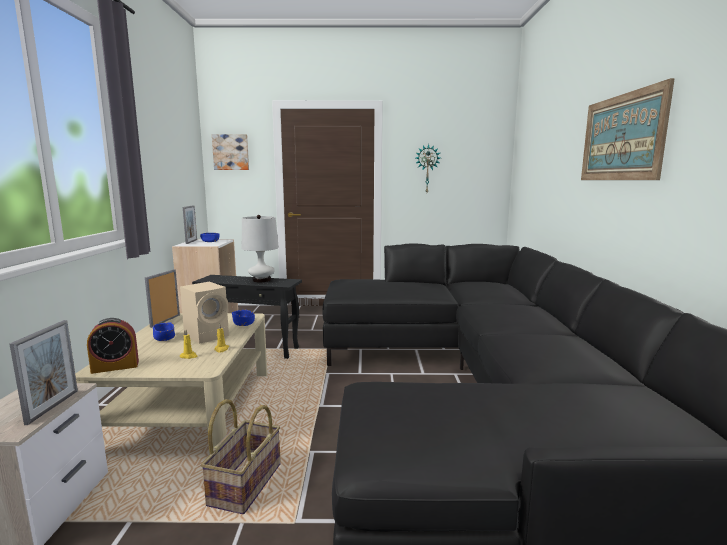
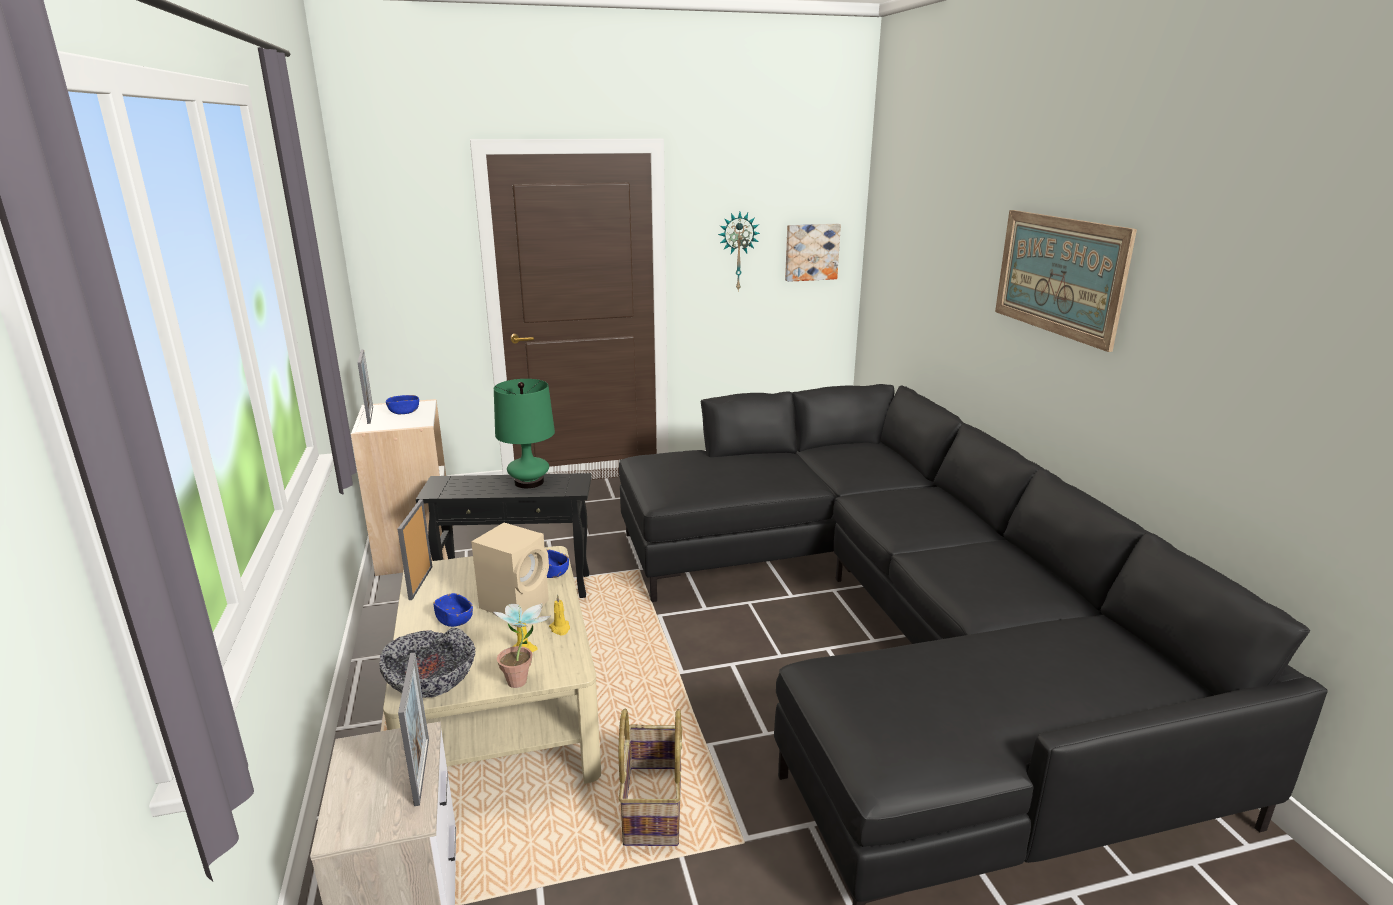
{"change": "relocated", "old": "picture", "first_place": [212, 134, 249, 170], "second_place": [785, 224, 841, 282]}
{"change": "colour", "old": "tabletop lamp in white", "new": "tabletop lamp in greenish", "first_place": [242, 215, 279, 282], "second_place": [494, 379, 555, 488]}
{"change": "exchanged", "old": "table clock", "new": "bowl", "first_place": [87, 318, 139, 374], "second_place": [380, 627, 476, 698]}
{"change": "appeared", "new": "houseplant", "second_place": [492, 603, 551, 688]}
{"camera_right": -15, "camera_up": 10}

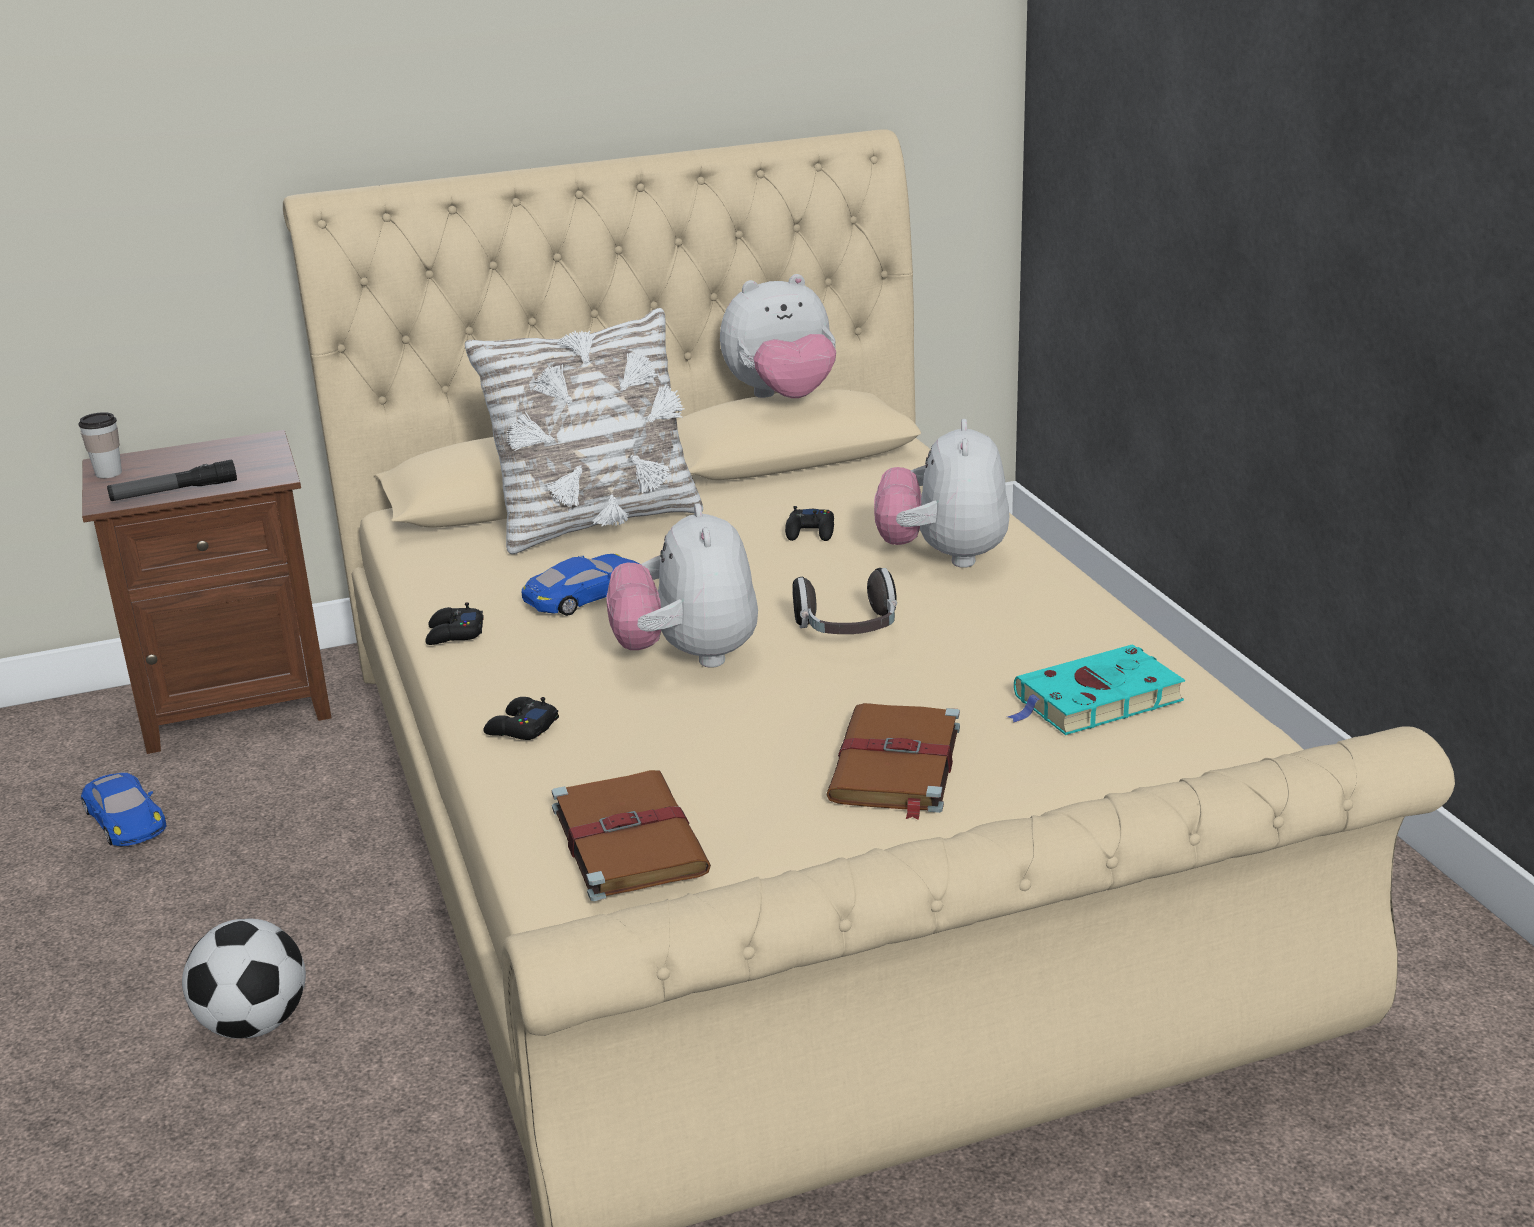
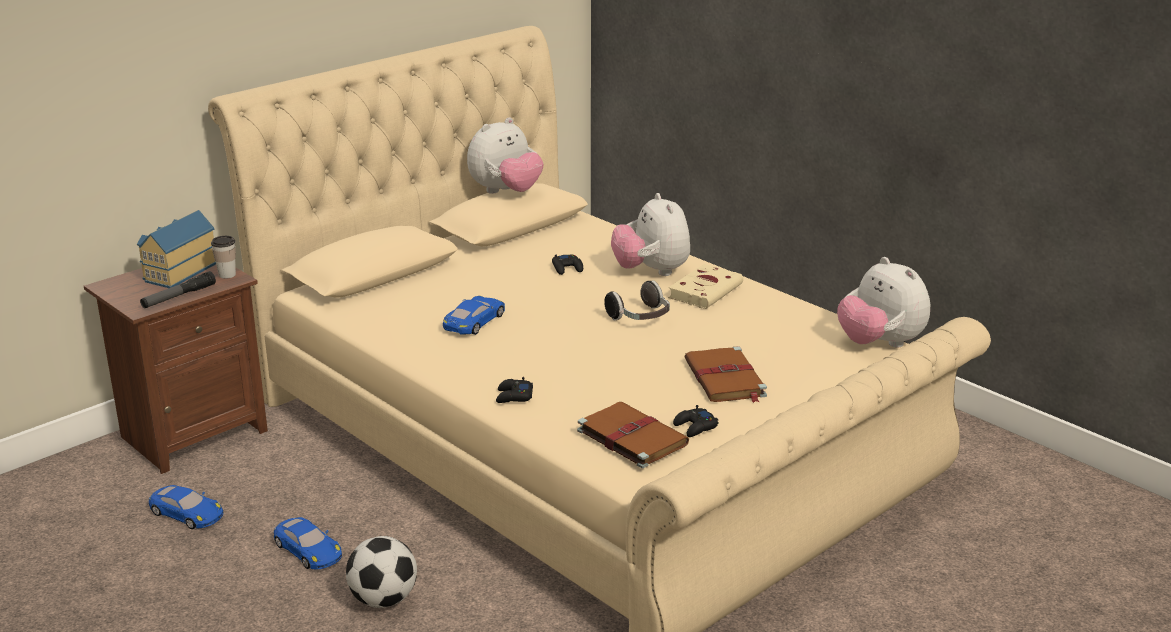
{"change": "missing", "old": "throw pillow in white", "first_place": [465, 308, 703, 554]}
{"change": "relocated", "old": "cup", "first_place": [78, 412, 122, 478], "second_place": [211, 236, 236, 279]}
{"change": "relocated", "old": "plush toy", "first_place": [606, 503, 758, 668], "second_place": [837, 257, 930, 348]}
{"change": "relocated", "old": "game controller in black-coloured", "first_place": [426, 602, 484, 645], "second_place": [673, 405, 718, 437]}
{"change": "missing", "old": "bound book in turquoise-coloured", "first_place": [1008, 644, 1185, 735]}
{"change": "appeared", "new": "toy house", "second_place": [137, 210, 216, 288]}
{"change": "appeared", "new": "bound book in beige", "second_place": [668, 264, 743, 309]}
{"change": "appeared", "new": "miniature car in blue-coloured", "second_place": [274, 517, 342, 570]}
{"camera_right": -25, "camera_up": 0}

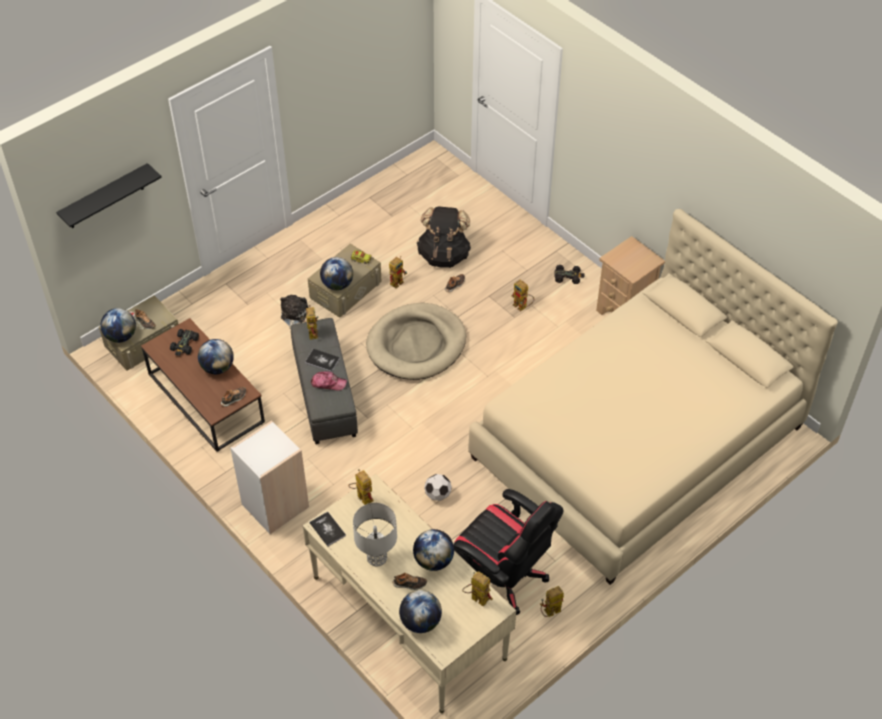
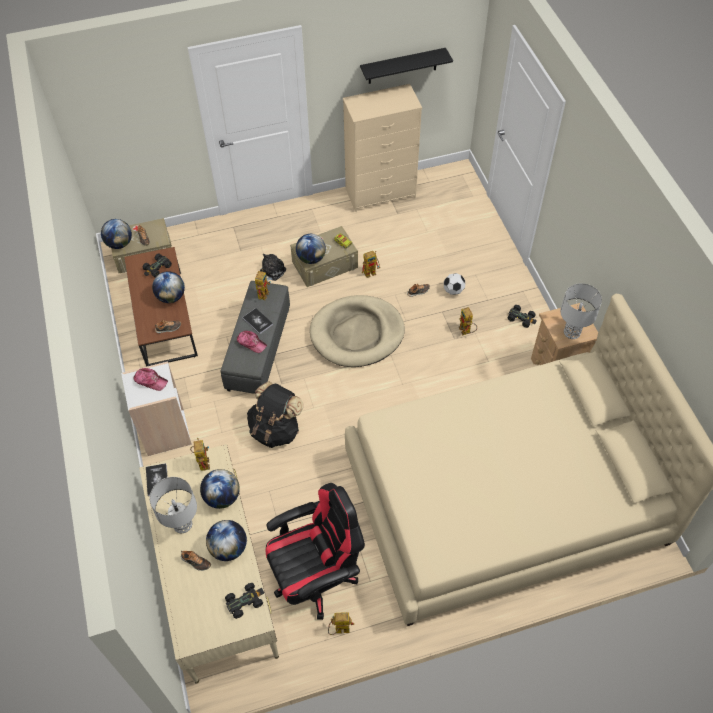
{"change": "relocated", "old": "wall shelf in black-coloured", "first_place": [56, 163, 162, 228], "second_place": [360, 48, 453, 84]}
{"change": "relocated", "old": "rucksack in black-coloured", "first_place": [417, 206, 471, 268], "second_place": [247, 381, 303, 448]}
{"change": "relocated", "old": "football ball", "first_place": [424, 474, 452, 501], "second_place": [444, 273, 465, 295]}
{"change": "spun", "old": "desk chair in black-coloured", "first_place": [454, 489, 564, 615], "second_place": [266, 483, 365, 620], "degrees": -90}
{"change": "exchanged", "old": "robot figure", "new": "miniature car in black-coloured", "first_place": [462, 571, 493, 607], "second_place": [225, 583, 264, 619]}
{"change": "relocated", "old": "globe", "first_place": [399, 590, 442, 633], "second_place": [200, 469, 240, 509]}
{"change": "appeared", "new": "drawer chest in beige", "second_place": [343, 84, 422, 212]}
{"change": "appeared", "new": "tabletop lamp in white", "second_place": [560, 283, 602, 339]}
{"change": "appeared", "new": "baseball cap", "second_place": [134, 368, 168, 391]}
{"camera_right": 25, "camera_up": 5}

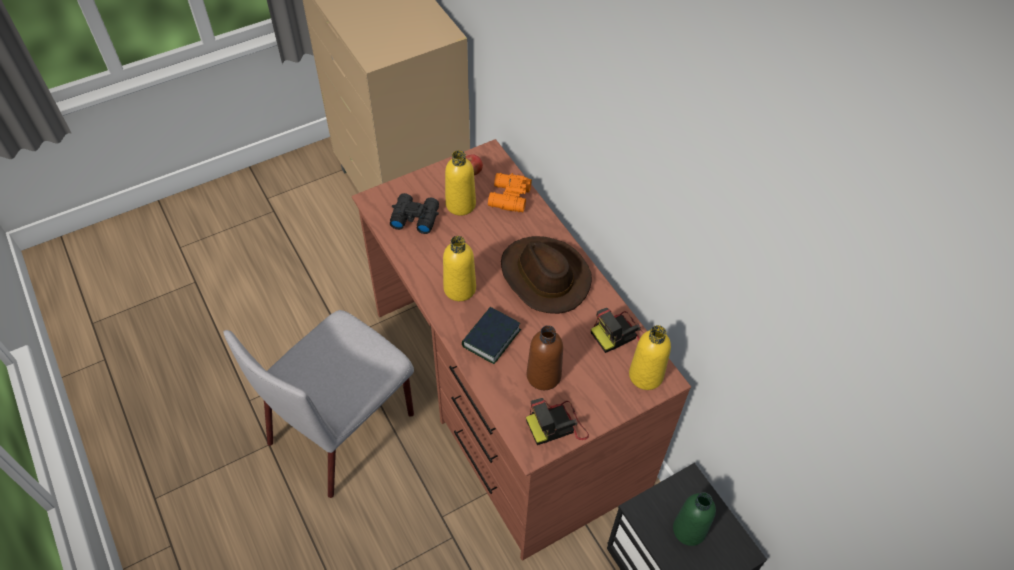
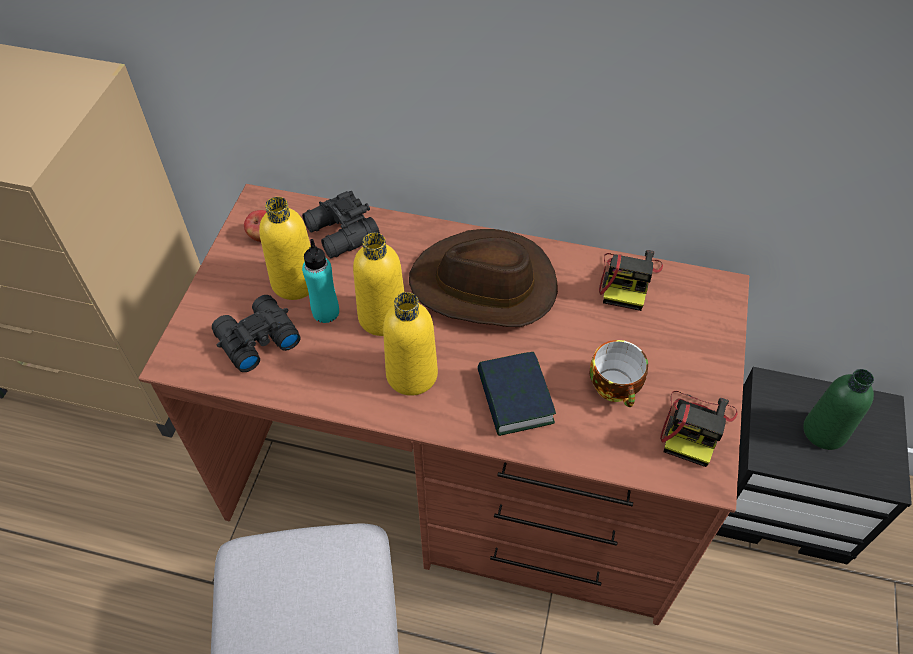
{"change": "colour", "old": "pair of binoculars in orange-coloured", "new": "pair of binoculars in black-coloured", "first_place": [488, 173, 532, 212], "second_place": [302, 191, 380, 258]}
{"change": "exchanged", "old": "bottle in brown", "new": "cup", "first_place": [527, 325, 563, 390], "second_place": [590, 340, 648, 407]}
{"change": "relocated", "old": "bottle in yellowish", "first_place": [629, 325, 671, 390], "second_place": [353, 233, 404, 336]}
{"change": "appeared", "new": "bottle in turquoise-coloured", "second_place": [302, 239, 339, 323]}
{"camera_right": -45, "camera_up": 0}

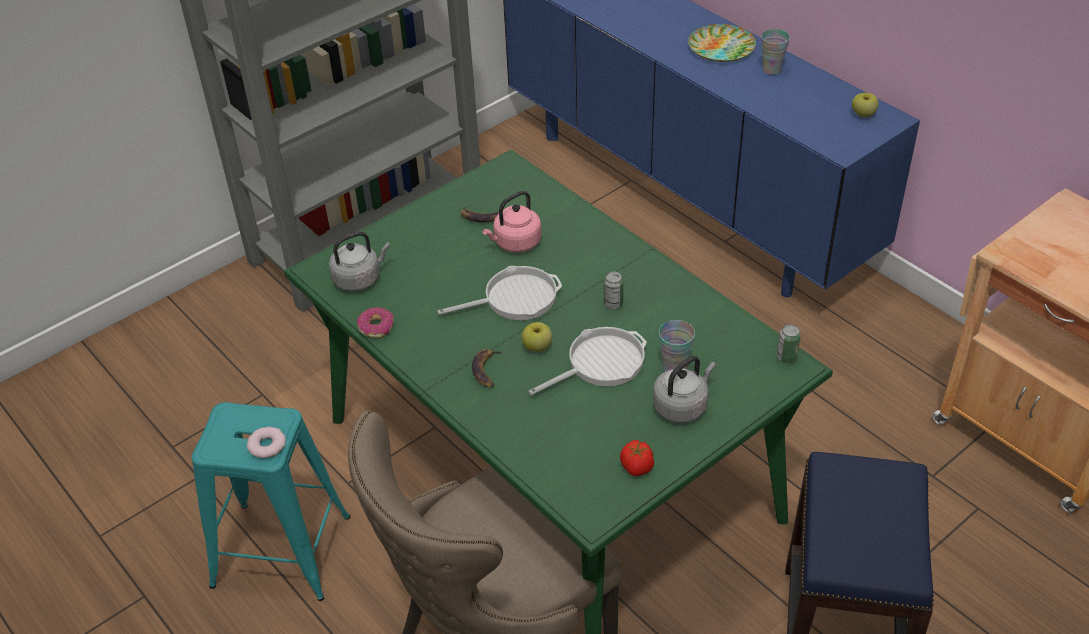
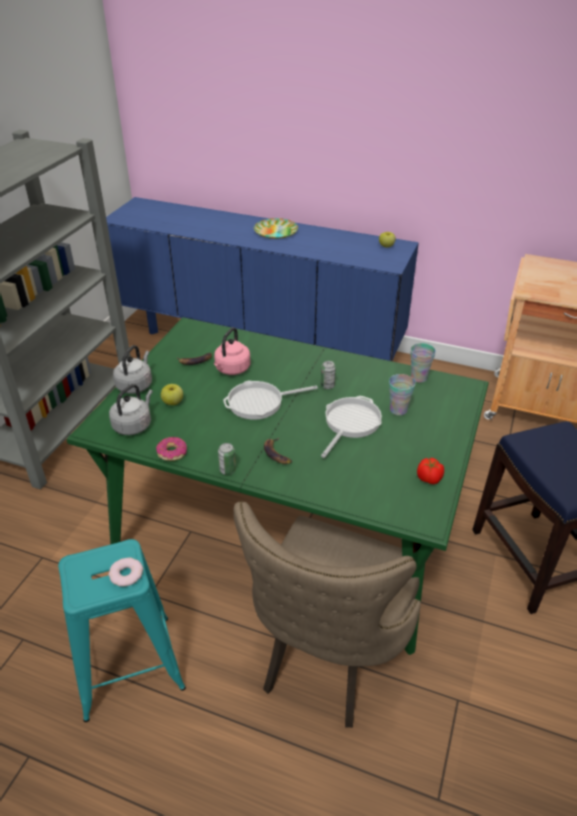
{"change": "relocated", "old": "cup", "first_place": [761, 29, 790, 75], "second_place": [411, 343, 436, 383]}
{"change": "spun", "old": "pan", "first_place": [437, 266, 562, 320], "second_place": [223, 381, 318, 420], "degrees": -150}
{"change": "relocated", "old": "apple", "first_place": [521, 322, 552, 352], "second_place": [161, 384, 183, 405]}
{"change": "relocated", "old": "metal can", "first_place": [777, 324, 801, 363], "second_place": [218, 443, 236, 475]}
{"change": "relocated", "old": "tea kettle in grey", "first_place": [653, 356, 716, 423], "second_place": [113, 345, 152, 394]}
{"camera_right": -30, "camera_up": -5}

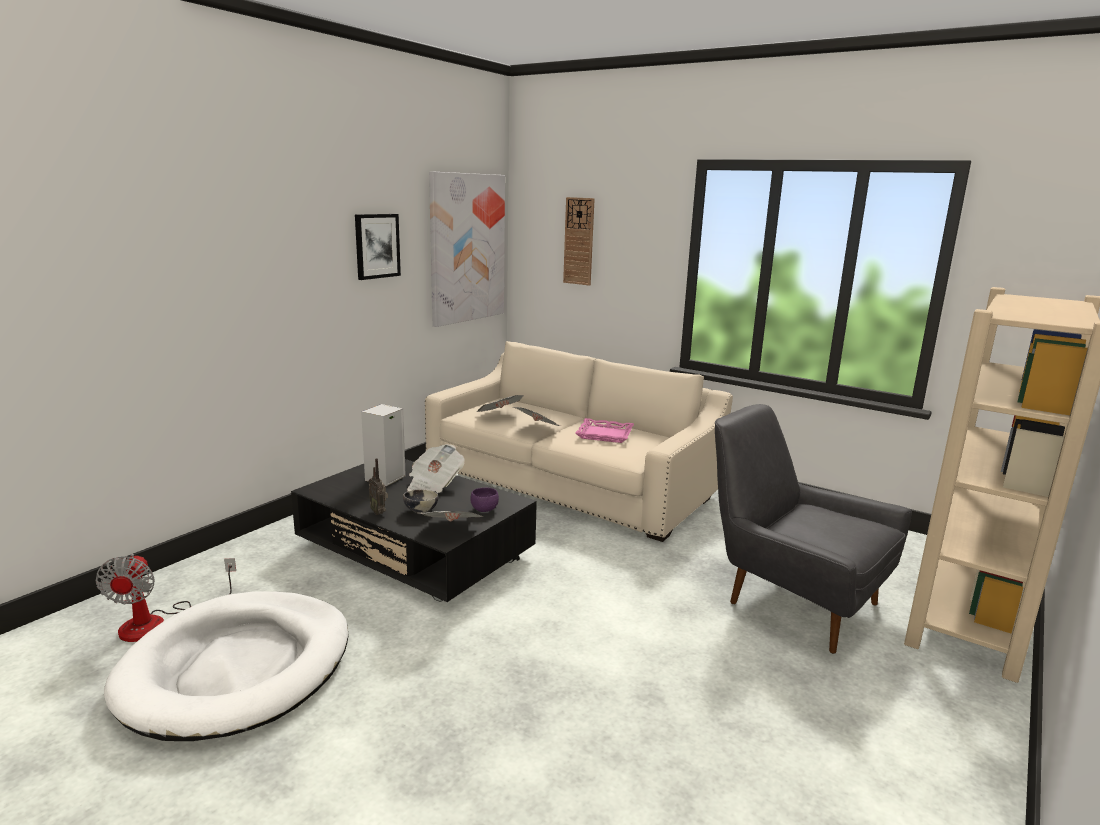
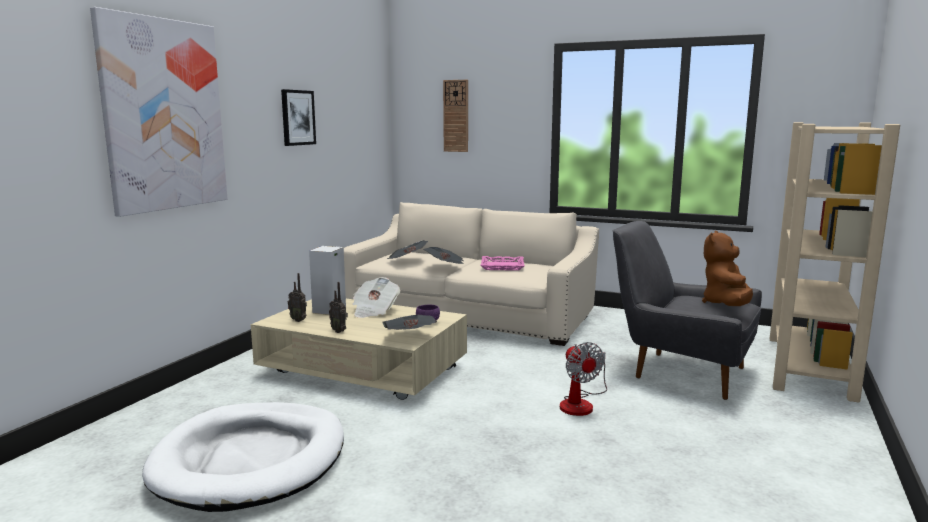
{"change": "relocated", "old": "picture", "first_place": [429, 171, 505, 327], "second_place": [90, 7, 228, 217]}
{"change": "colour", "old": "lounge table in black-coloured", "new": "lounge table in beige", "first_place": [291, 459, 537, 602], "second_place": [251, 299, 467, 400]}
{"change": "missing", "old": "bowl", "first_place": [403, 490, 438, 513]}
{"change": "relocated", "old": "electric fan", "first_place": [95, 554, 236, 642], "second_place": [560, 342, 607, 416]}
{"change": "appeared", "new": "plush toy in brown", "second_place": [702, 231, 753, 306]}
{"change": "appeared", "new": "radio receiver", "second_place": [287, 273, 307, 322]}
{"camera_right": -10, "camera_up": -5}

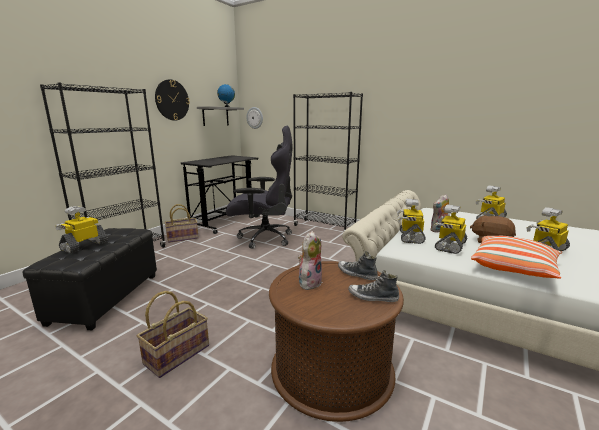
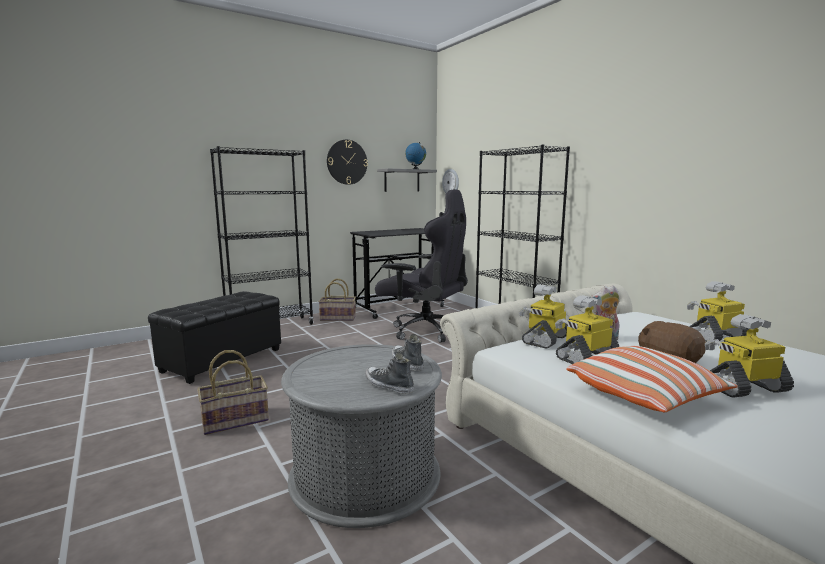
{"change": "missing", "old": "robot figure", "first_place": [55, 206, 108, 254]}
{"change": "missing", "old": "plush toy", "first_place": [298, 231, 322, 290]}
{"change": "colour", "old": "lounge table in brown", "new": "lounge table in grey", "first_place": [269, 261, 404, 422], "second_place": [281, 344, 442, 528]}
{"camera_right": 25, "camera_up": -5}

